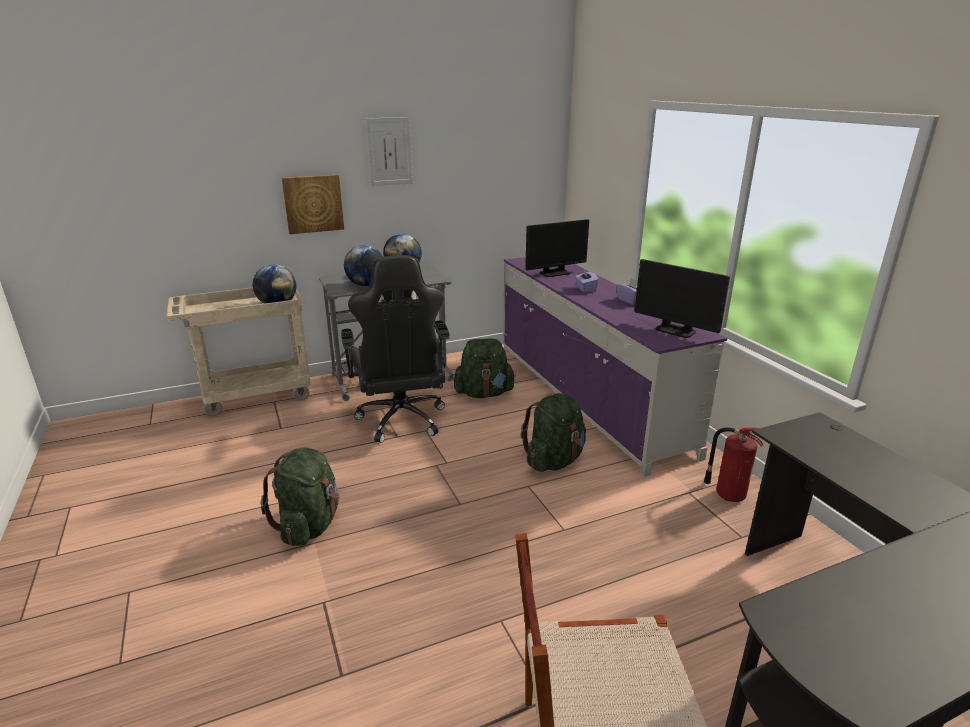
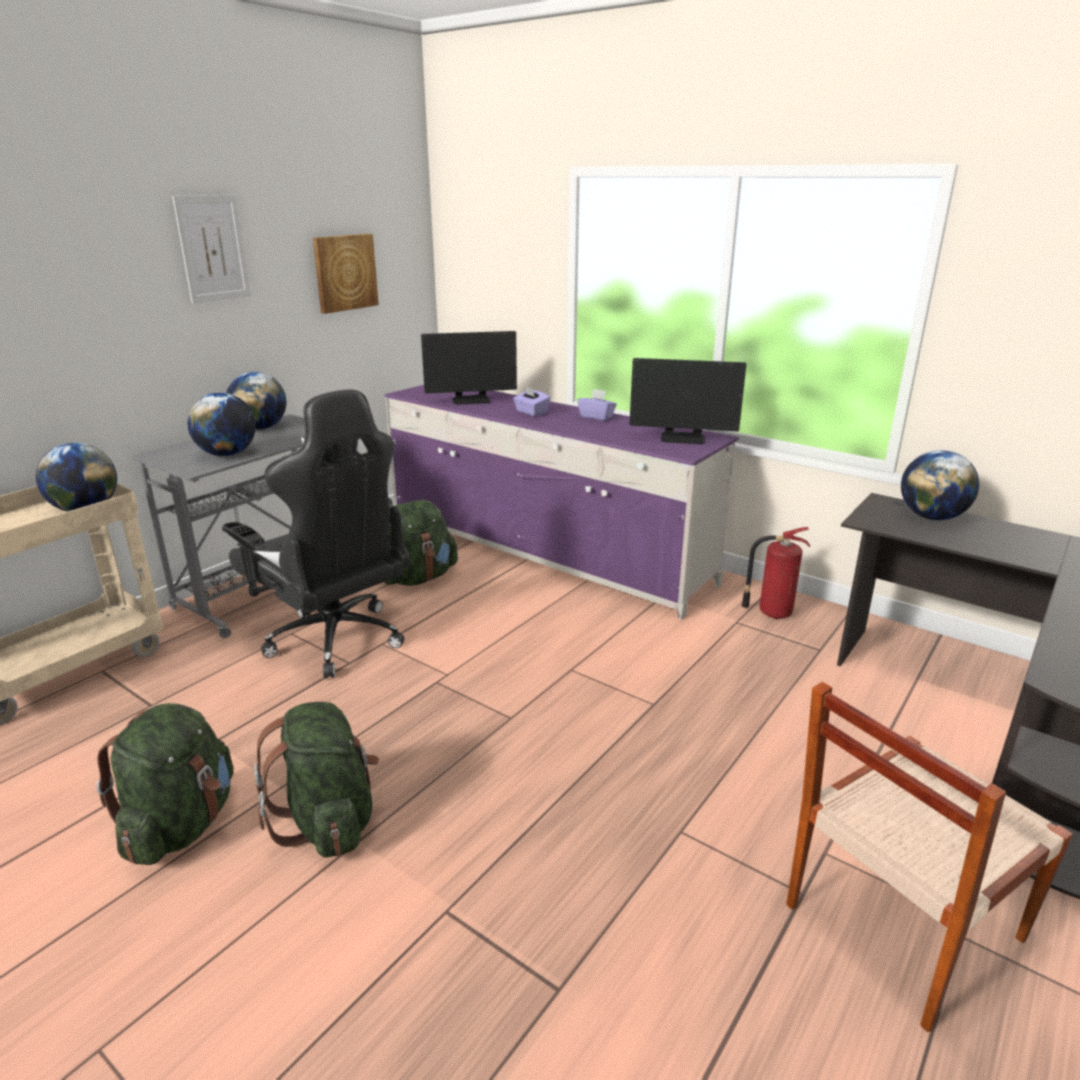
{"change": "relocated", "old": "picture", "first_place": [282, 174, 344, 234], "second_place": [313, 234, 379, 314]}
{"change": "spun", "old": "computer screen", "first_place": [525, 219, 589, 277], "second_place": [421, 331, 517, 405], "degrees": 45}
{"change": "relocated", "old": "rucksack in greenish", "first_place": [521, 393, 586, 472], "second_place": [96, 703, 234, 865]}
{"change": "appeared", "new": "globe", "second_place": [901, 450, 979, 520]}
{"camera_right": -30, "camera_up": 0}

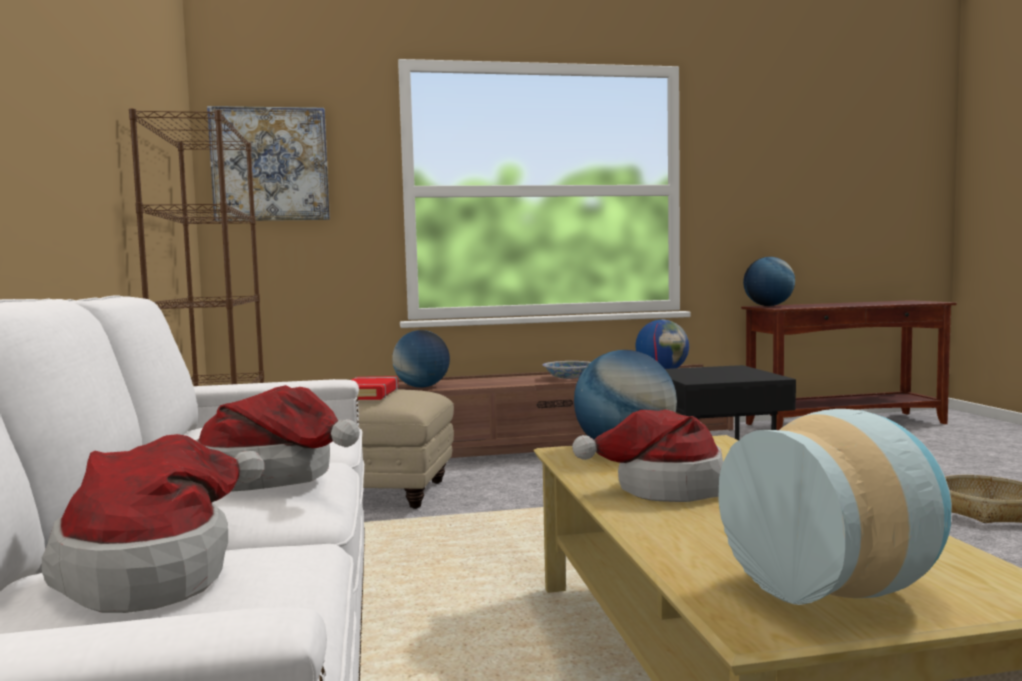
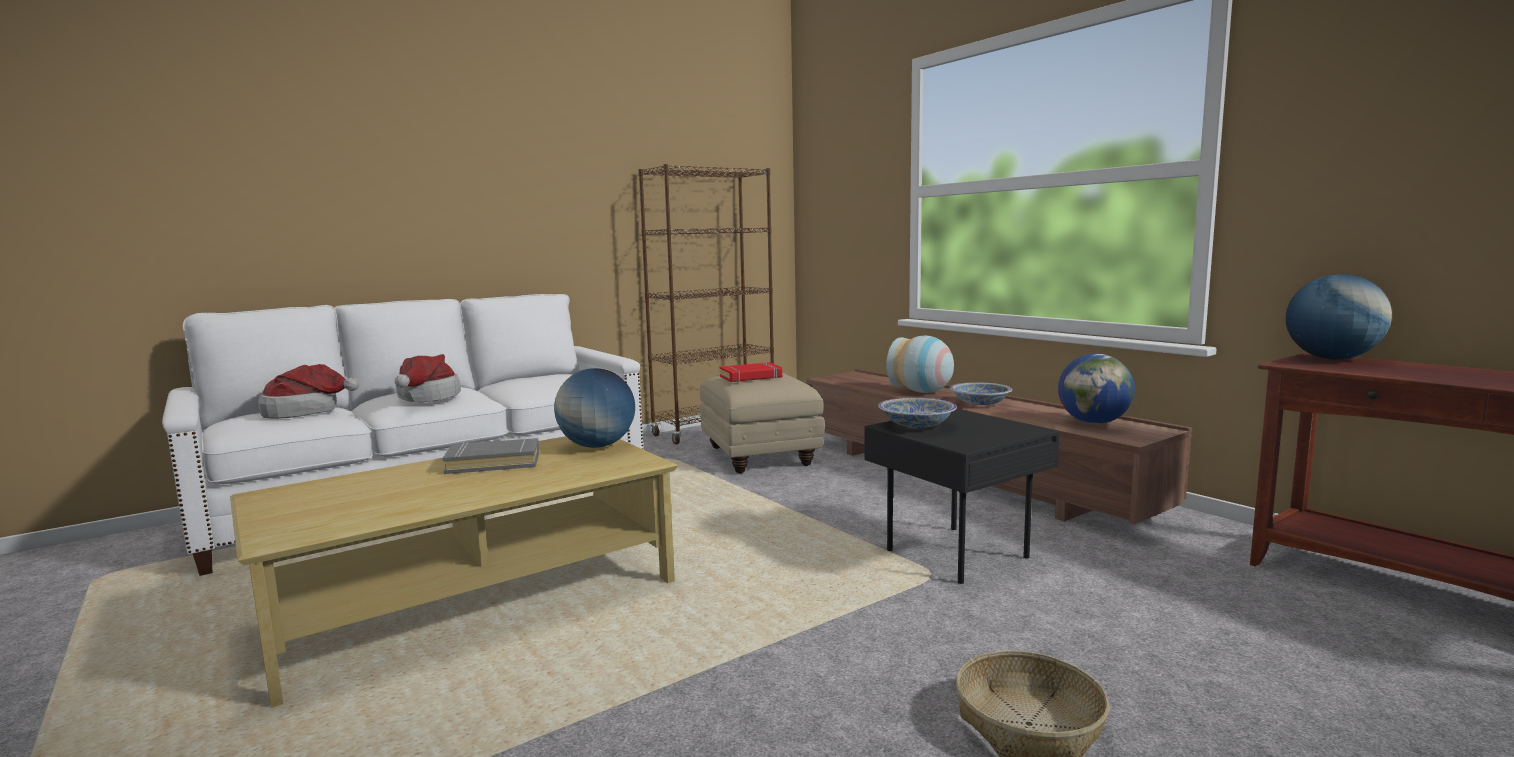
{"change": "missing", "old": "picture", "first_place": [207, 106, 330, 221]}
{"change": "missing", "old": "globe", "first_place": [392, 330, 450, 388]}
{"change": "exchanged", "old": "hat", "new": "bound book in grey", "first_place": [572, 409, 723, 502], "second_place": [442, 438, 539, 474]}
{"change": "relocated", "old": "decorative vase", "first_place": [718, 409, 952, 605], "second_place": [886, 336, 954, 393]}
{"change": "appeared", "new": "bowl", "second_place": [878, 398, 957, 428]}
{"camera_right": 65, "camera_up": 5}

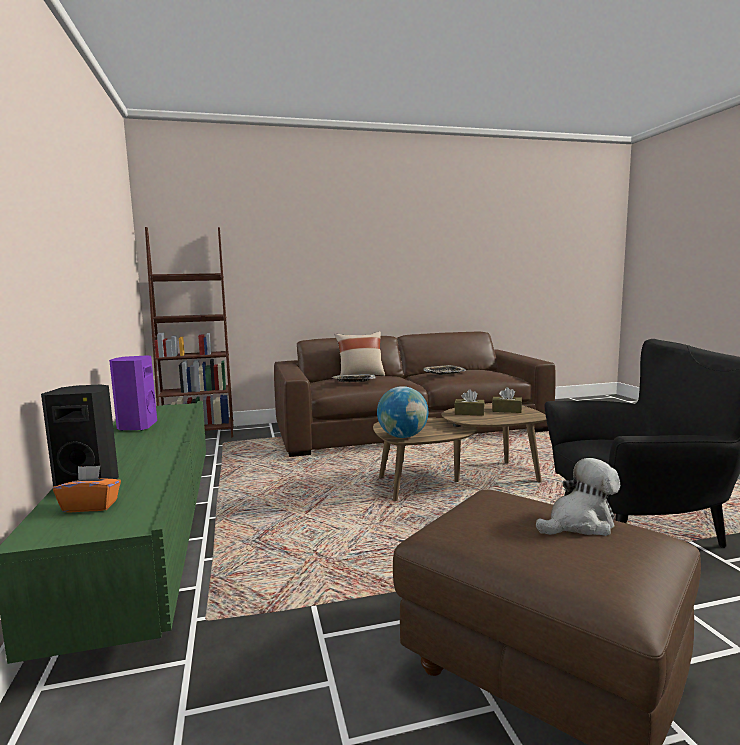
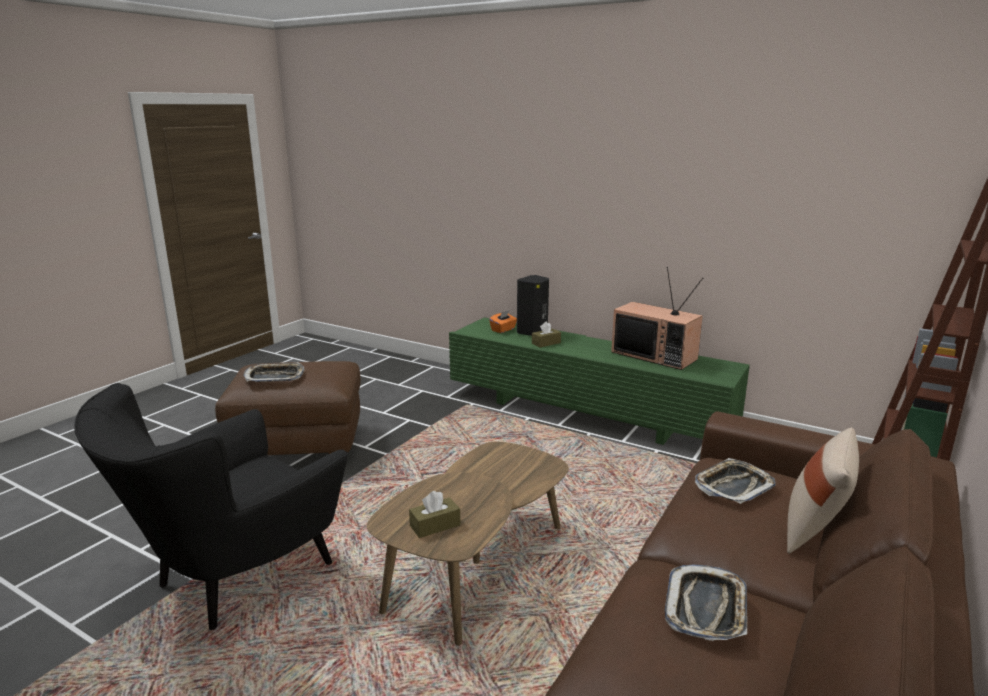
{"change": "exchanged", "old": "speaker in purplish", "new": "television", "first_place": [109, 355, 157, 431], "second_place": [611, 267, 703, 370]}
{"change": "missing", "old": "globe", "first_place": [377, 386, 428, 438]}
{"change": "relocated", "old": "tissue holder in brown", "first_place": [454, 389, 485, 416], "second_place": [532, 321, 561, 348]}
{"change": "exchanged", "old": "plush toy", "new": "carrying tray", "first_place": [536, 458, 620, 536], "second_place": [243, 362, 305, 382]}
{"camera_right": 135, "camera_up": 10}

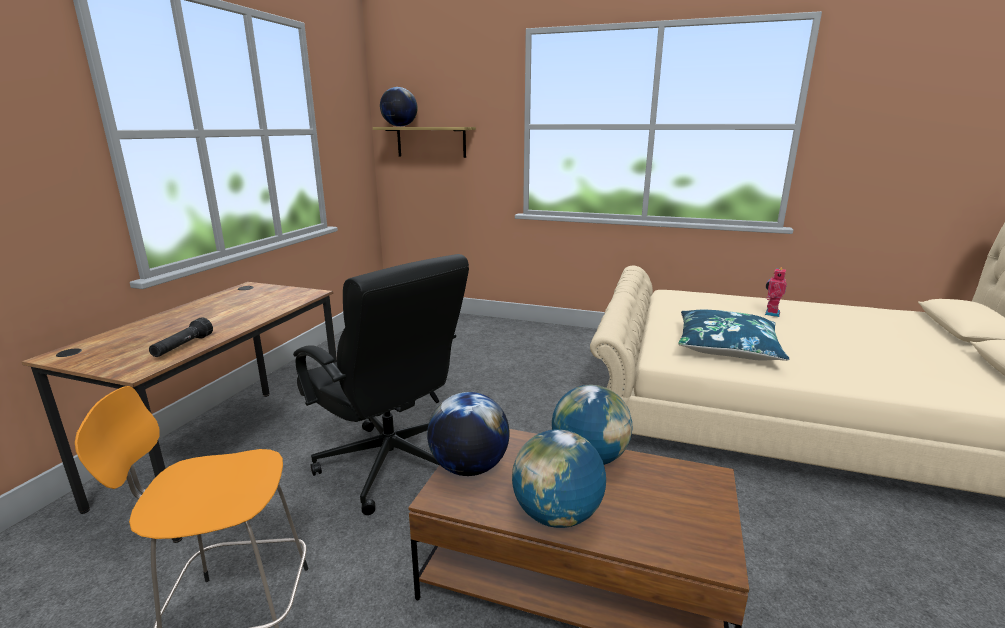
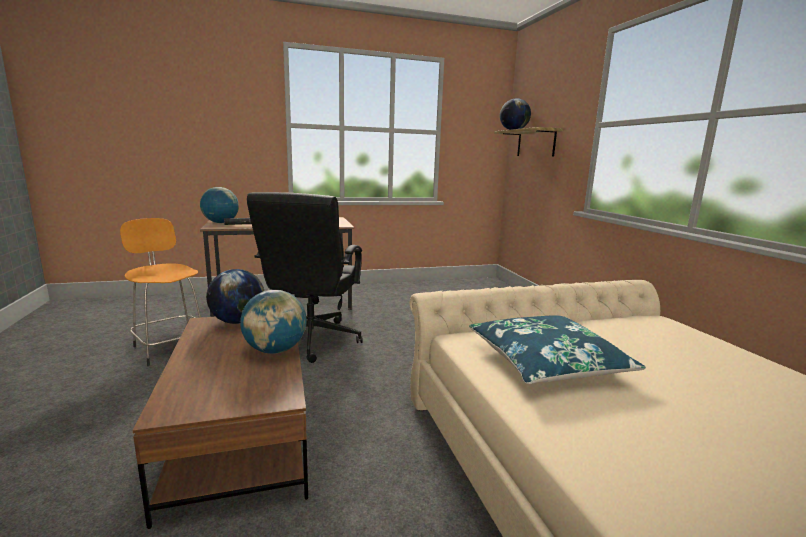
{"change": "missing", "old": "robot figure", "first_place": [765, 267, 787, 317]}
{"change": "relocated", "old": "globe", "first_place": [512, 429, 606, 528], "second_place": [200, 187, 239, 223]}
{"camera_right": 55, "camera_up": -5}

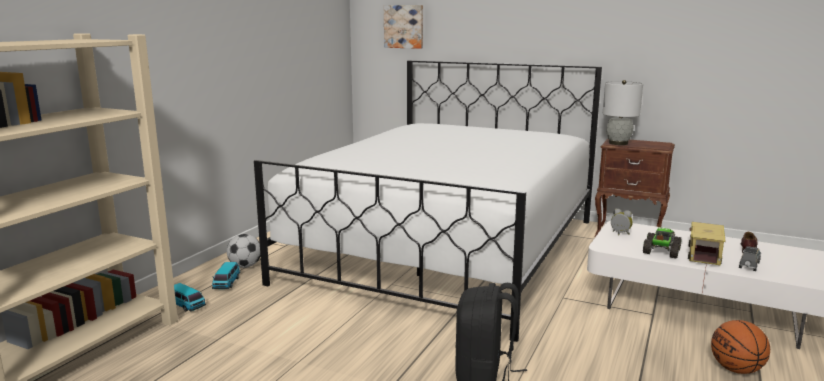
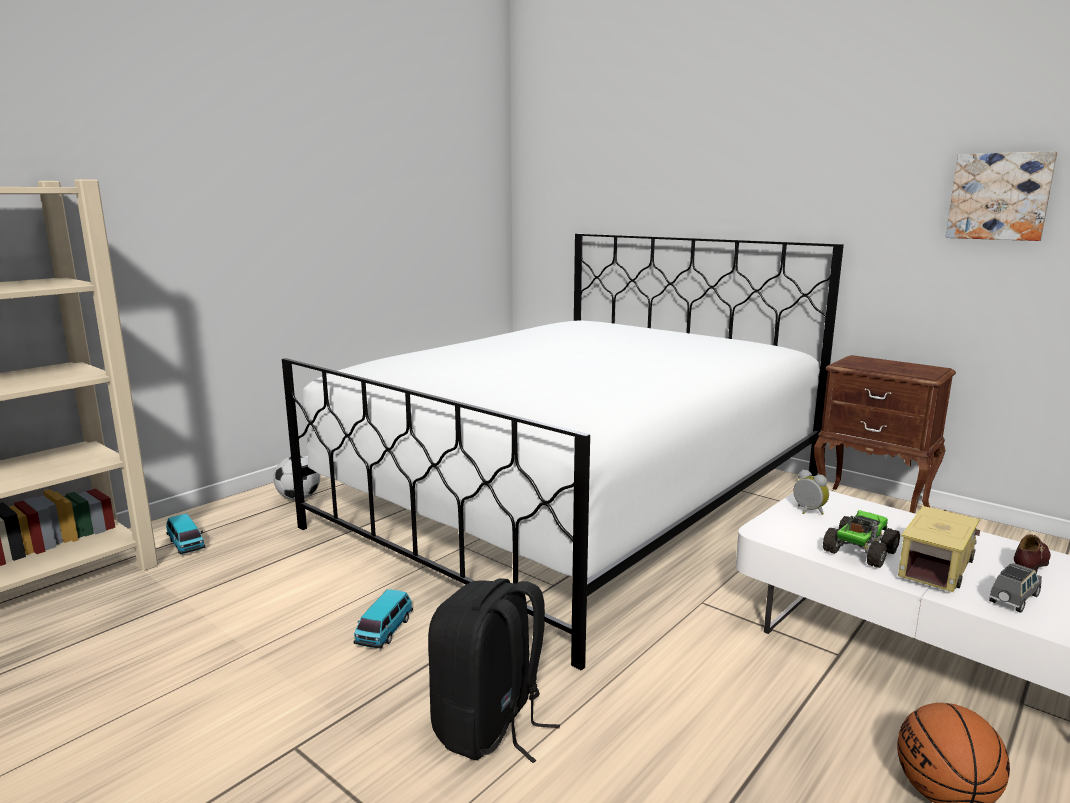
{"change": "relocated", "old": "picture", "first_place": [384, 5, 423, 49], "second_place": [946, 151, 1057, 241]}
{"change": "missing", "old": "tabletop lamp in white", "first_place": [603, 80, 643, 145]}
{"change": "relocated", "old": "miniature car", "first_place": [212, 262, 240, 289], "second_place": [353, 589, 413, 649]}
{"camera_right": 15, "camera_up": 0}

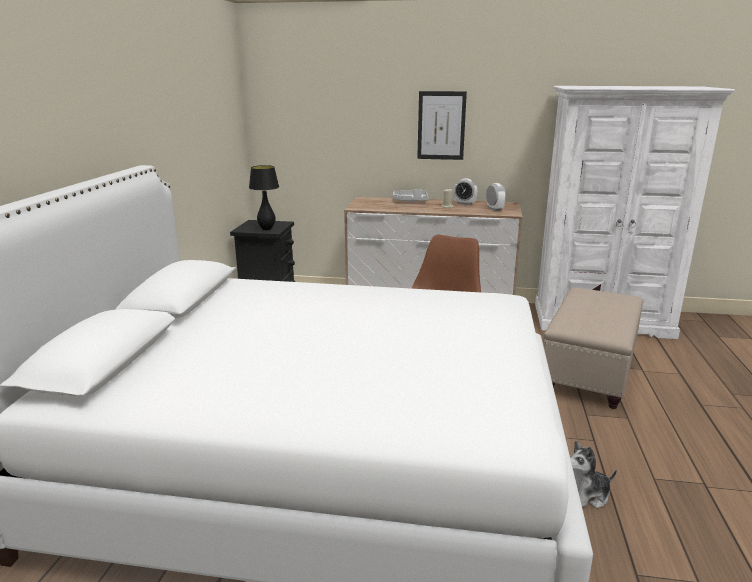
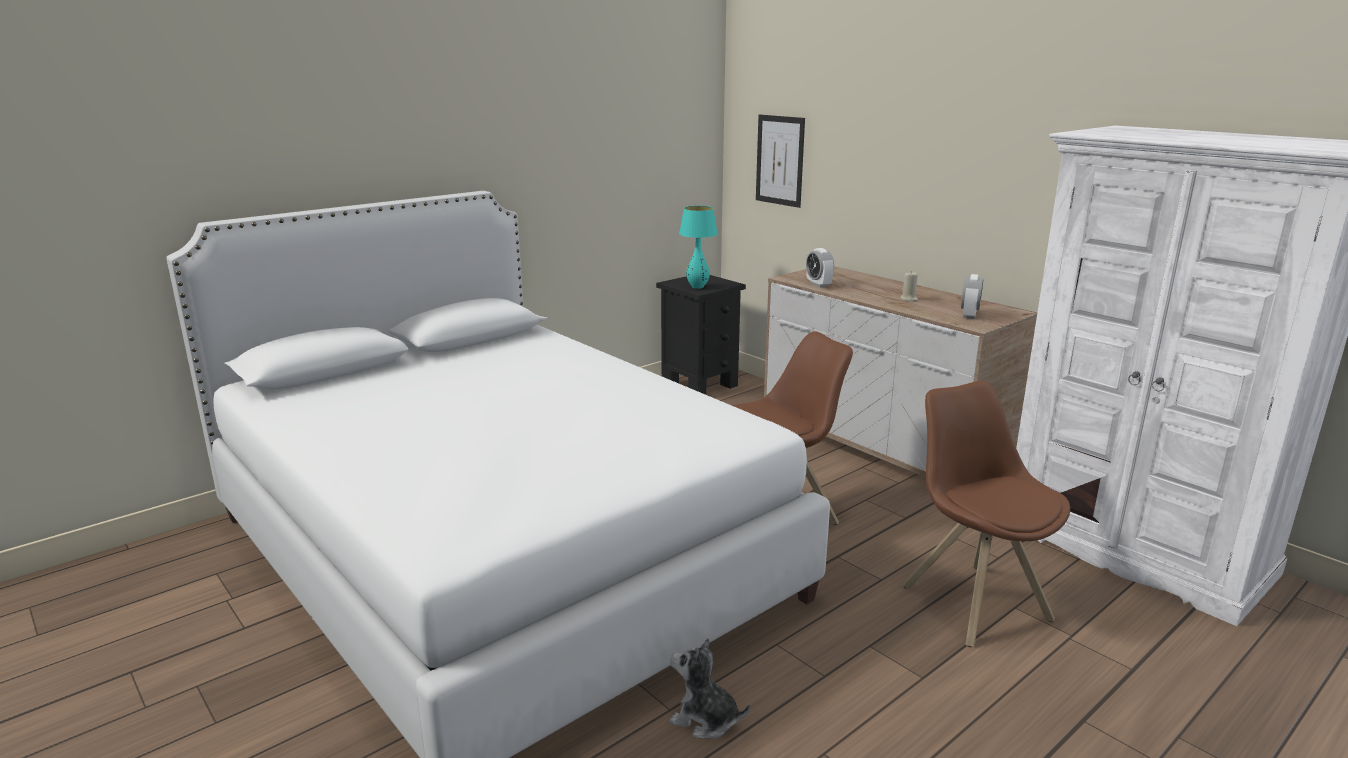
{"change": "relocated", "old": "picture", "first_place": [417, 91, 467, 160], "second_place": [756, 115, 805, 208]}
{"change": "colour", "old": "tabletop lamp in black-coloured", "new": "tabletop lamp in turquoise-coloured", "first_place": [249, 165, 279, 230], "second_place": [679, 206, 718, 289]}
{"change": "relocated", "old": "table clock", "first_place": [454, 178, 477, 205], "second_place": [806, 248, 834, 288]}
{"change": "missing", "old": "carrying tray in grey", "first_place": [393, 189, 429, 202]}
{"change": "exchanged", "old": "footrest in beige", "new": "upright chair in brown", "first_place": [543, 287, 644, 409], "second_place": [902, 381, 1070, 647]}
{"camera_right": 40, "camera_up": 0}

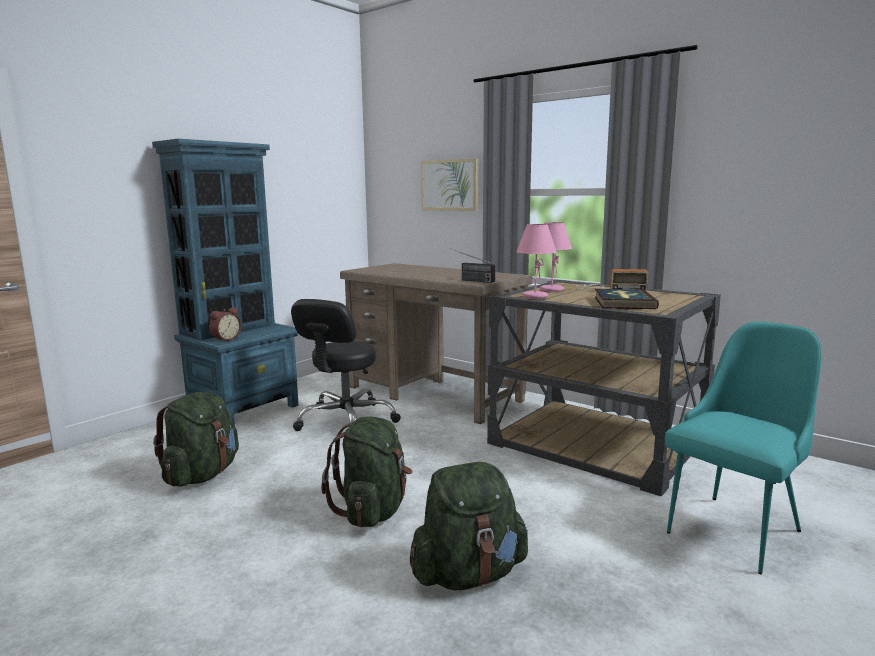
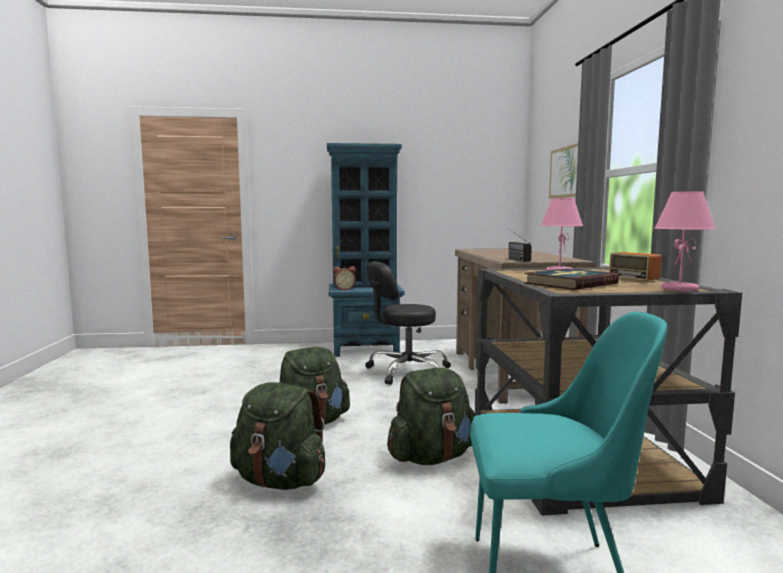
{"change": "relocated", "old": "tabletop lamp in pink", "first_place": [516, 224, 557, 299], "second_place": [654, 191, 716, 291]}
{"change": "relocated", "old": "rucksack in greenish", "first_place": [153, 392, 239, 487], "second_place": [387, 368, 476, 465]}
{"camera_right": 45, "camera_up": -5}

